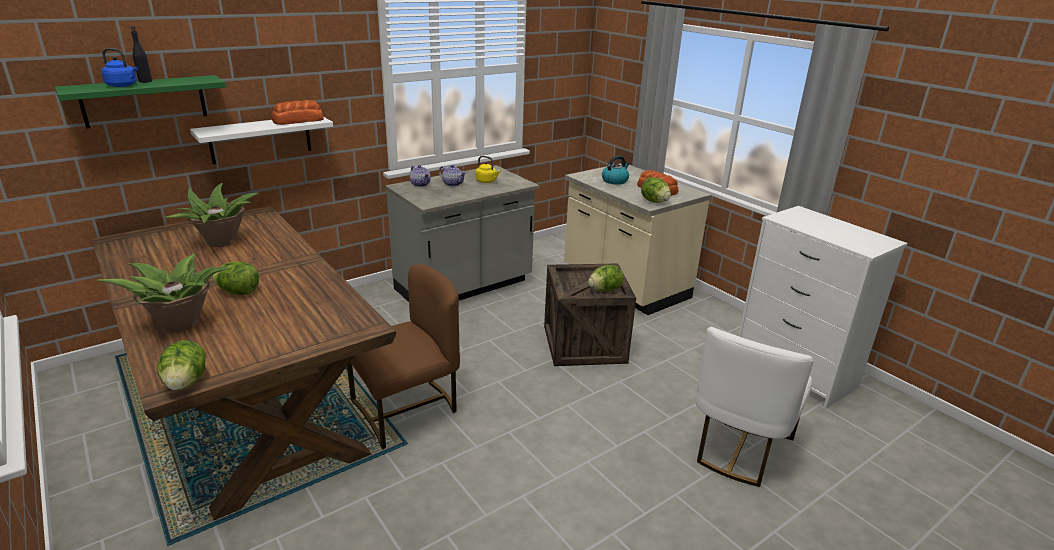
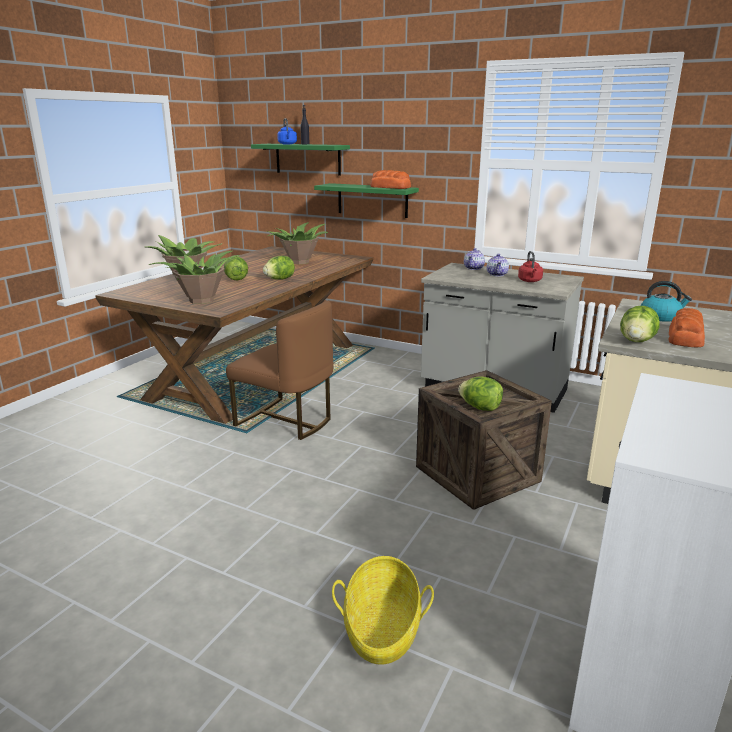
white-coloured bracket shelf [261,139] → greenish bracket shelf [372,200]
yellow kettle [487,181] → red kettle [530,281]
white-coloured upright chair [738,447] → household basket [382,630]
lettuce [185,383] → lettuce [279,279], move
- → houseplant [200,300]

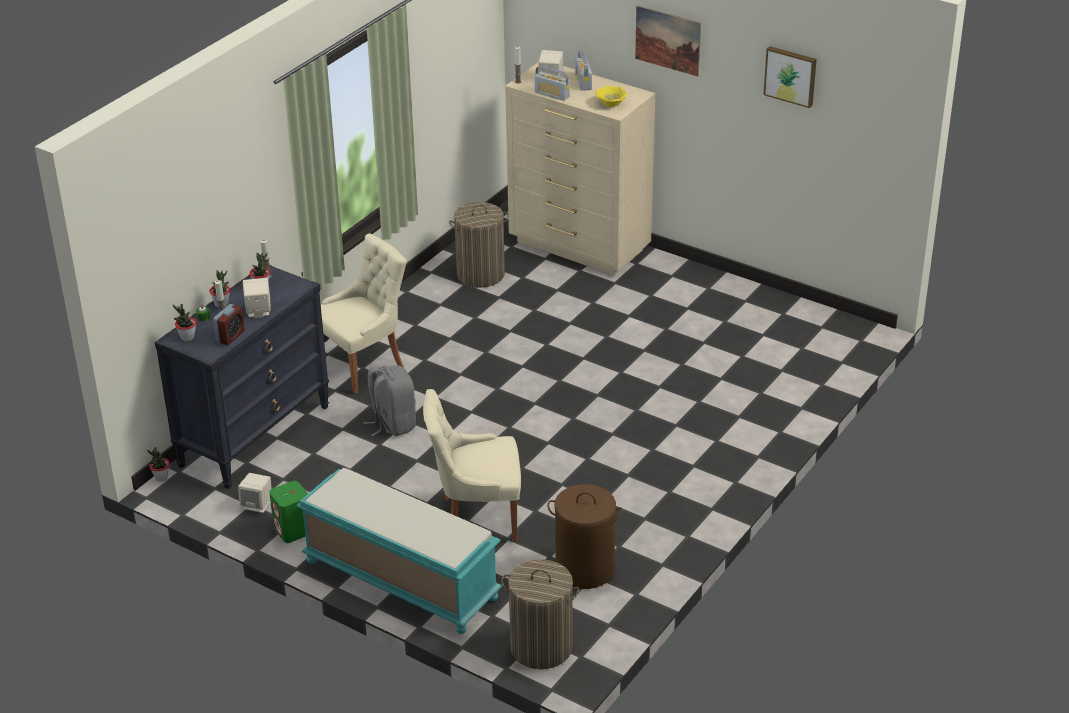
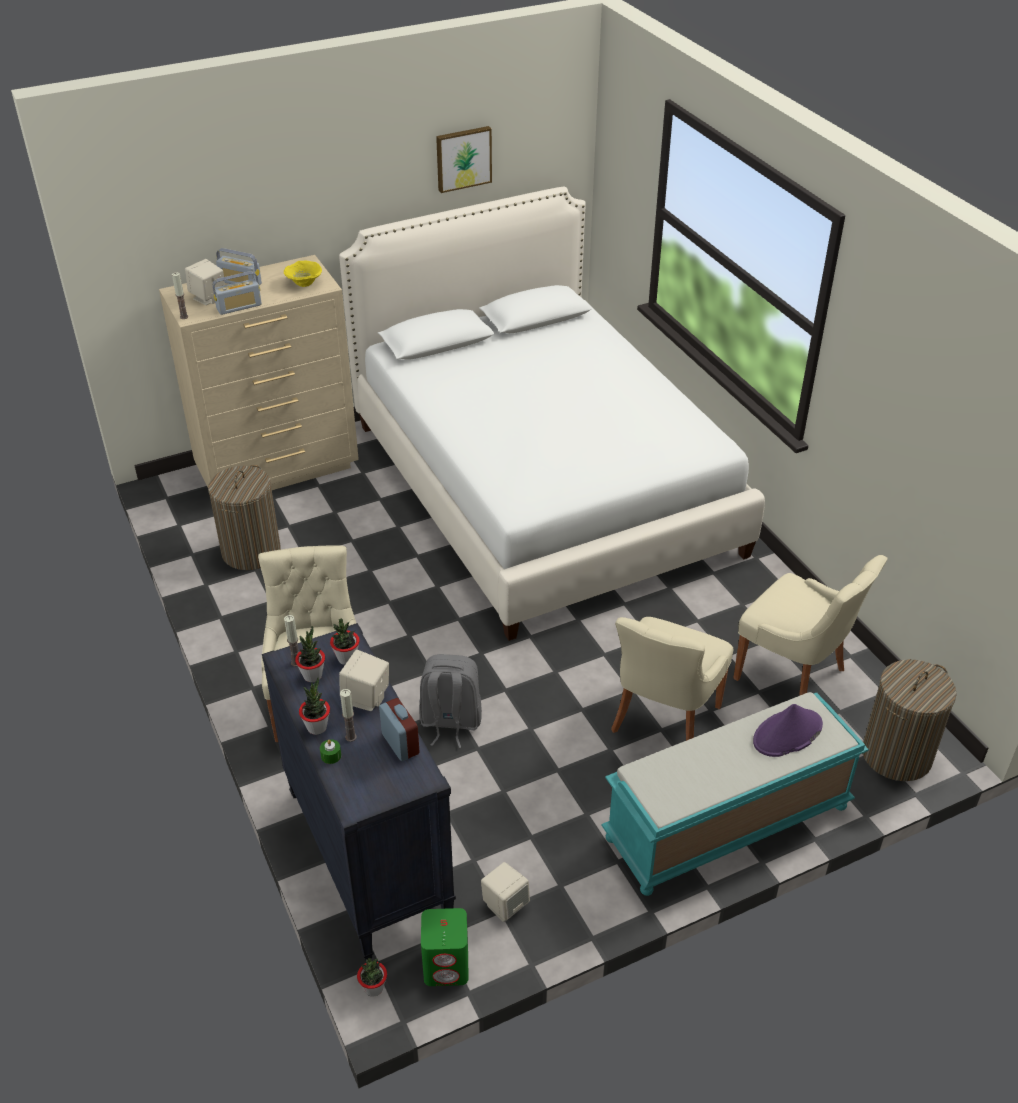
wall art [668,40] → -
houseplant [187,337] → houseplant [346,658], move
greenish loudspeaker [293,530] → greenish loudspeaker [447,966], move
brown hamper [584,569] → sand-coloured upright chair [793,675]
- → white-coloured sleeping bed [543,487]
- → purple-coloured hat [787,734]

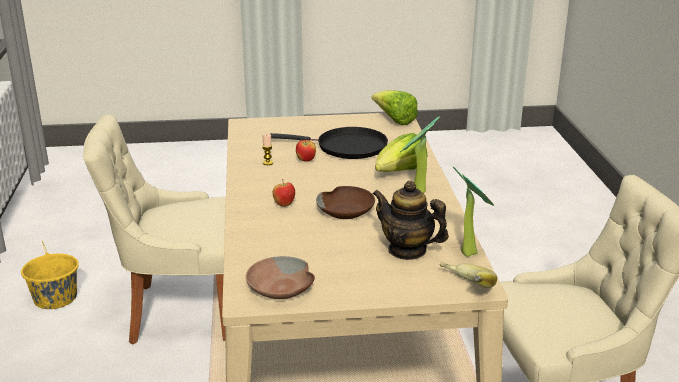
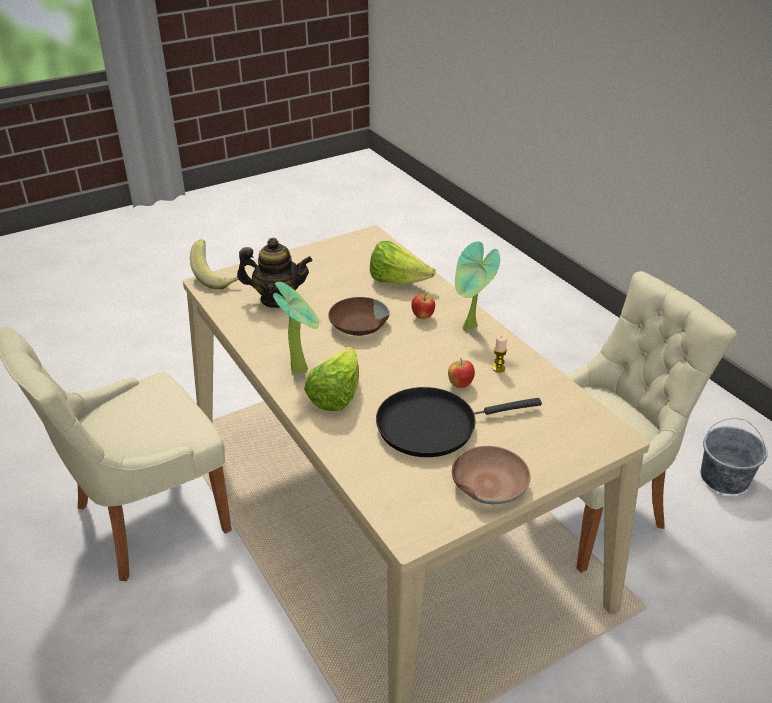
lettuce [394,120] → lettuce [398,281], move
houseplant [469,251] → houseplant [470,329], move
yellow bucket [55,298] → gray bucket [724,477]
brown bowl [280,289] → brown bowl [488,484], move

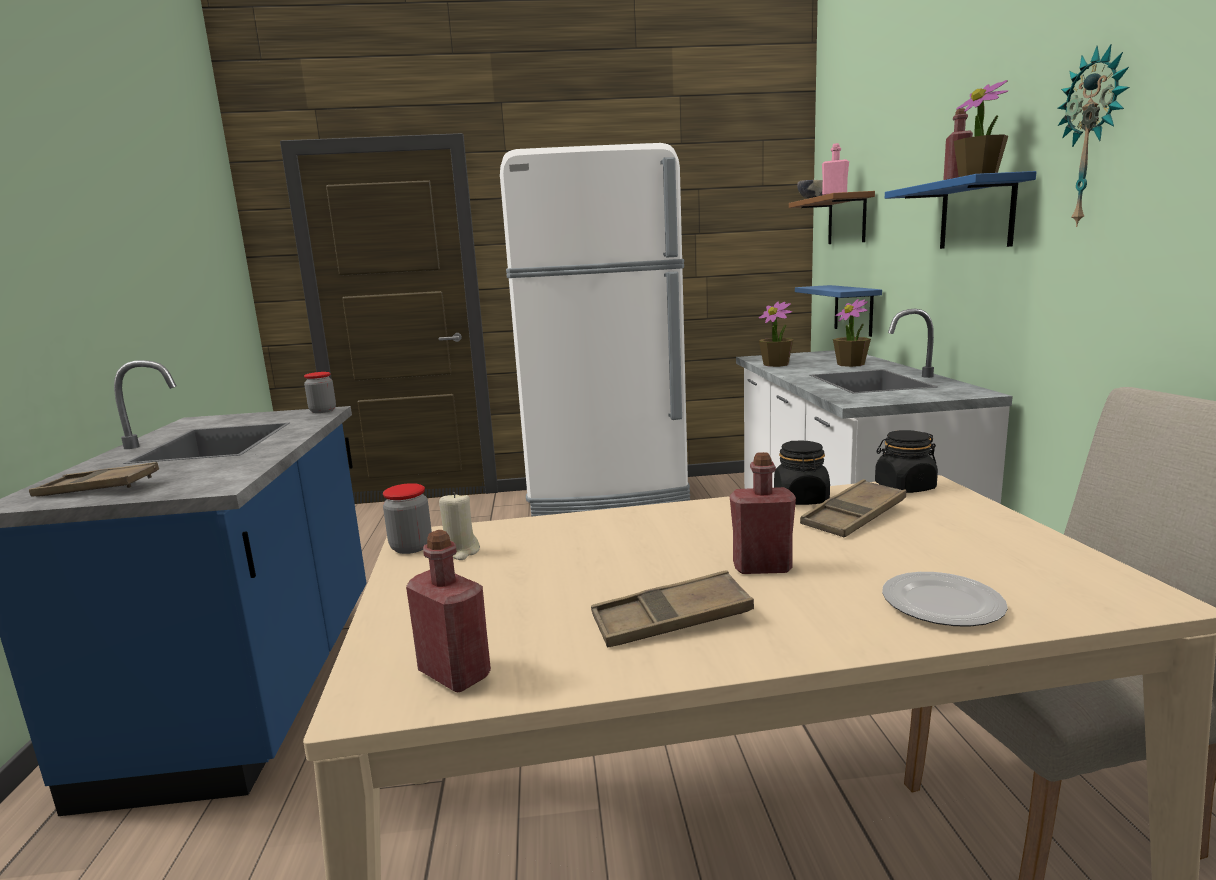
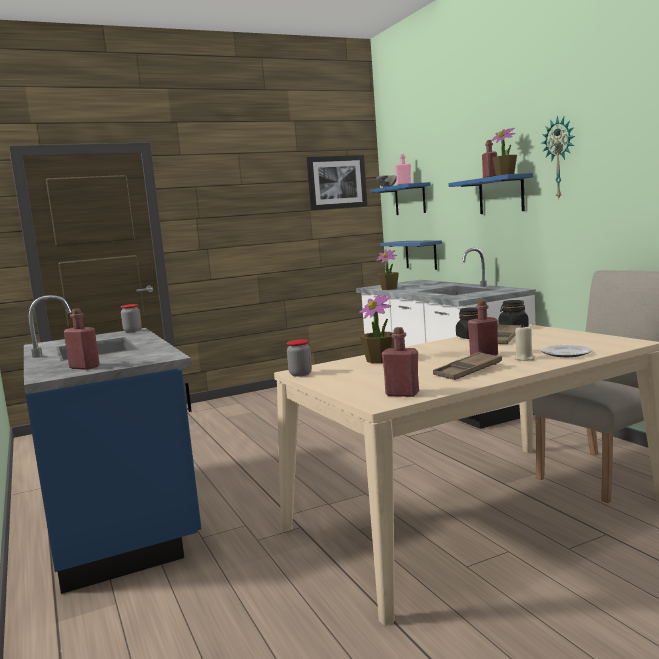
white-coloured kitchen fridge [607,502] → -
brown bracket shelf [847,220] → blue-coloured bracket shelf [410,199]
houseplant [851,364] → houseplant [380,360], move
brown tray [97,488] → red beverage bottle [84,367]
sand-coloured wax candle [460,552] → sand-coloured wax candle [524,358], move
- → wall art [336,182]

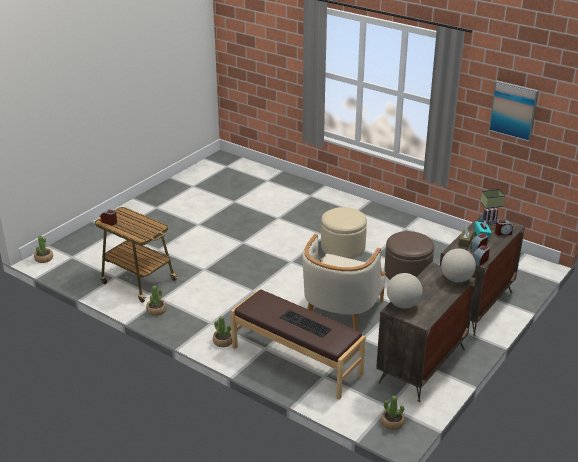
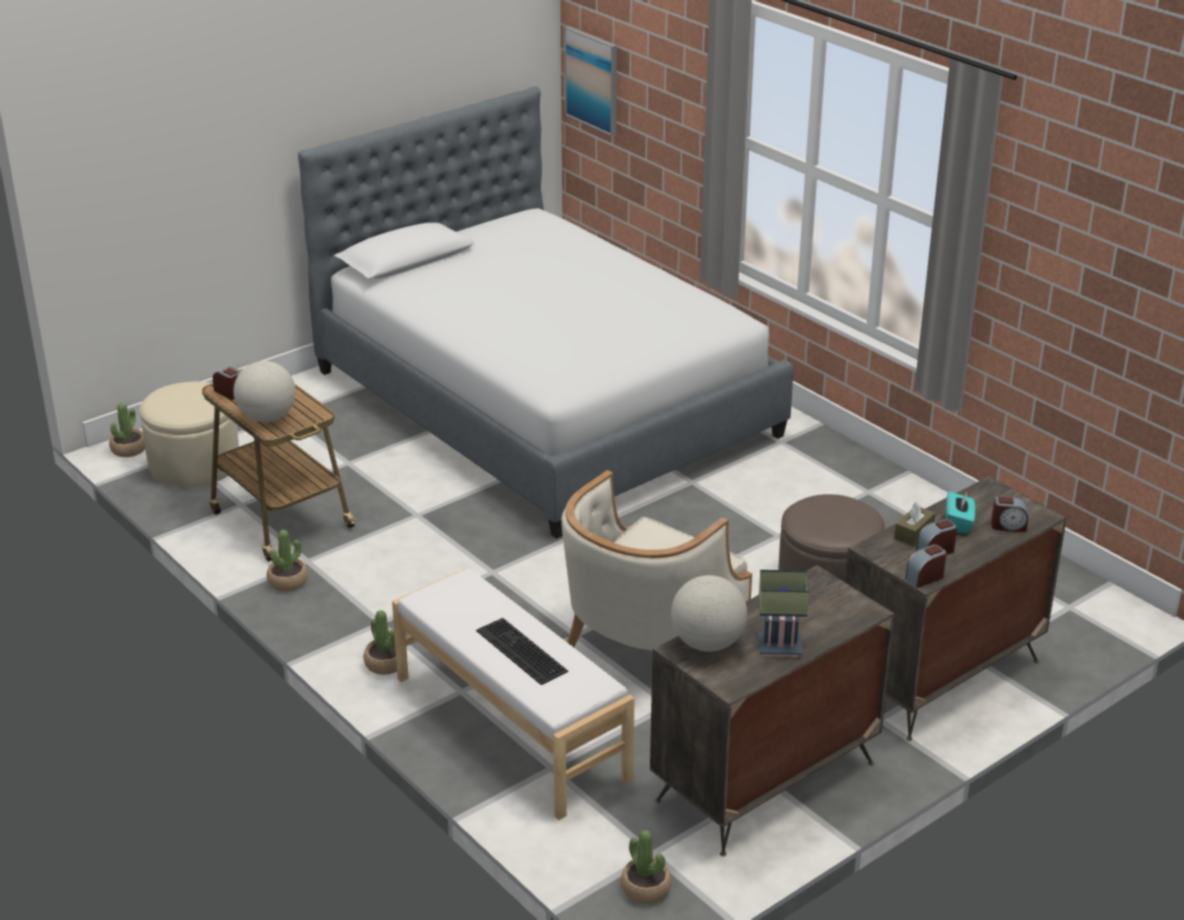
wall art [513,110] → wall art [592,80], move
lamp for a table [489,222] → lamp for a table [778,648], move
sand-coloured pouffe [343,247] → sand-coloured pouffe [194,463], move
desk globe [456,279] → desk globe [267,417], move
brown indoor bench [296,361] → white-coloured indoor bench [509,728]
- → sleeping bed [545,403]

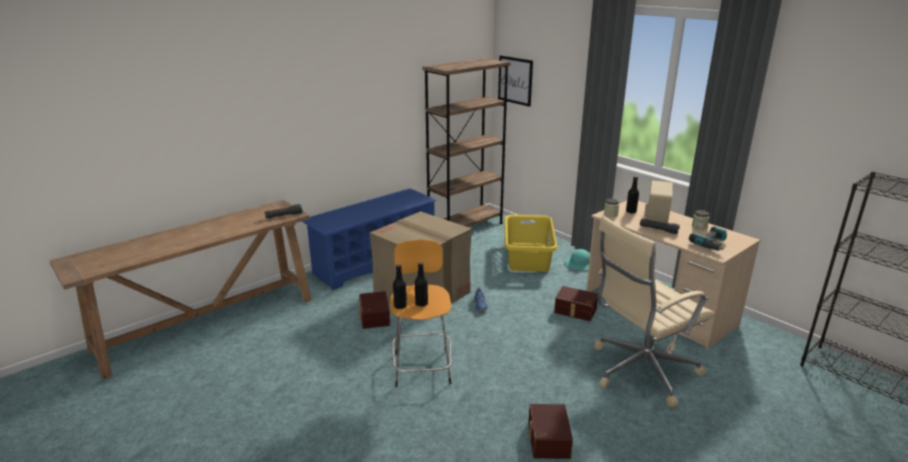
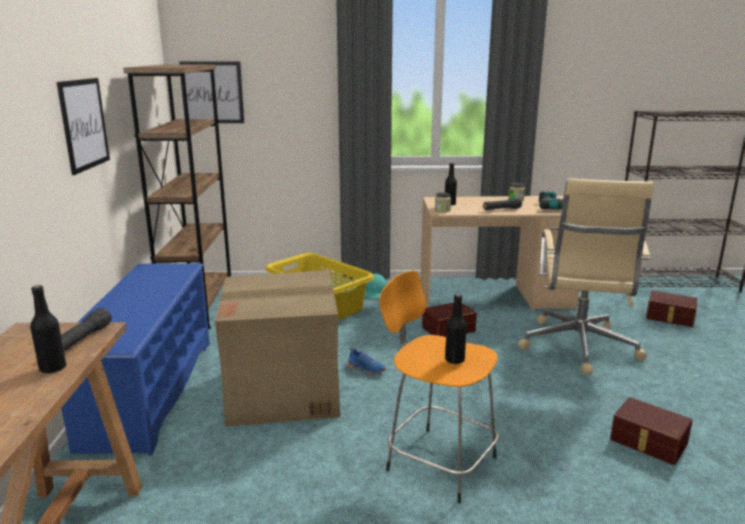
radio [656,217] → -
black-coloured beverage bottle [400,306] → black-coloured beverage bottle [53,368], move
brown storage bin [373,317] → brown storage bin [670,317], move
- → wall art [84,124]

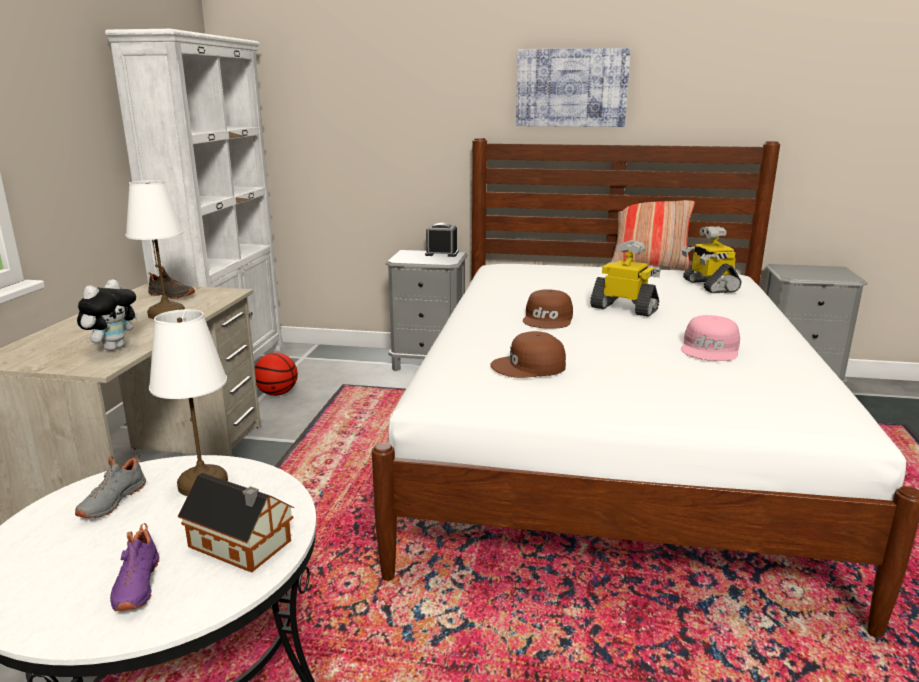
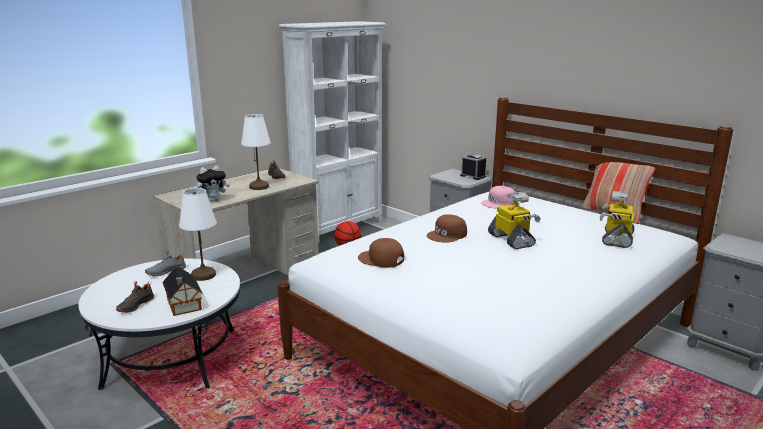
wall art [571,88] → -
pink baseball cap [711,349] → pink baseball cap [499,203], move
purple-coloured low shoe [135,585] → black-coloured low shoe [135,305]

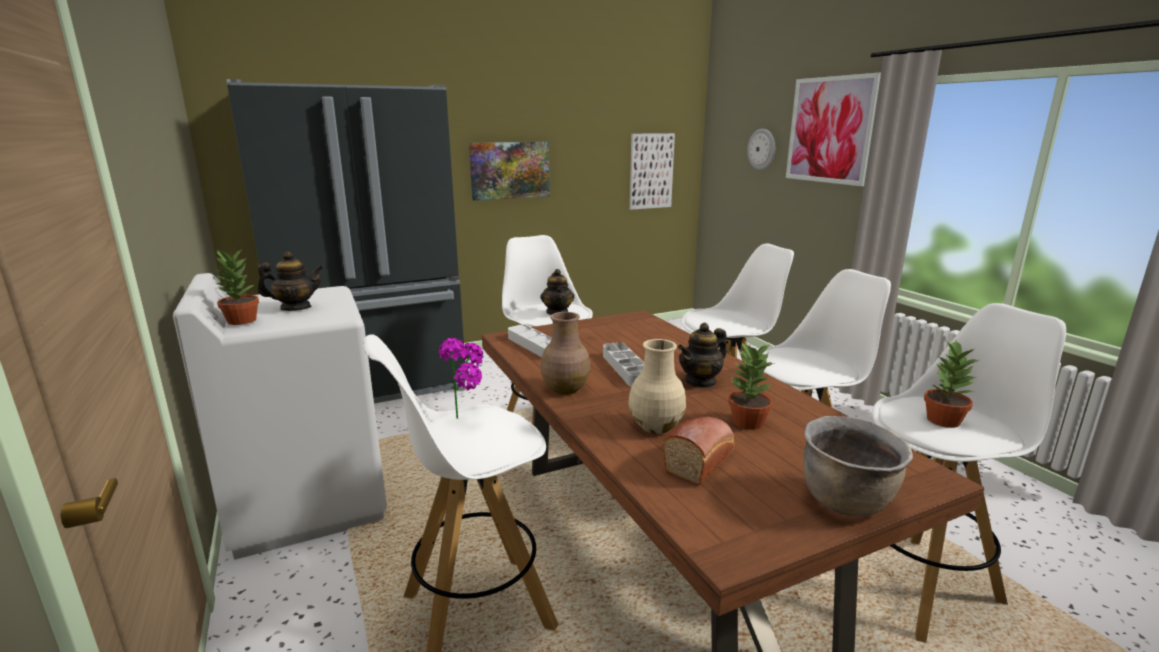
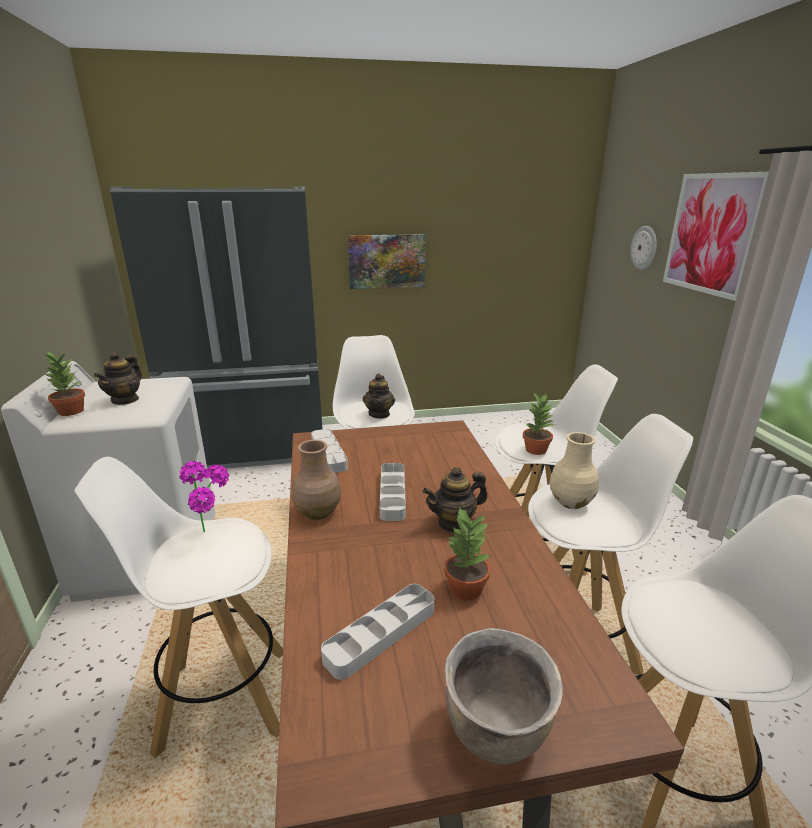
wall art [651,171] → -
pot for tea [295,308] → pot for tea [125,400], 105 degrees clockwise
sand-coloured decorative vase [655,427] → sand-coloured decorative vase [570,502], move
houseplant [942,420] → houseplant [536,449], move
bakery bread [701,460] → gray tray [381,634]

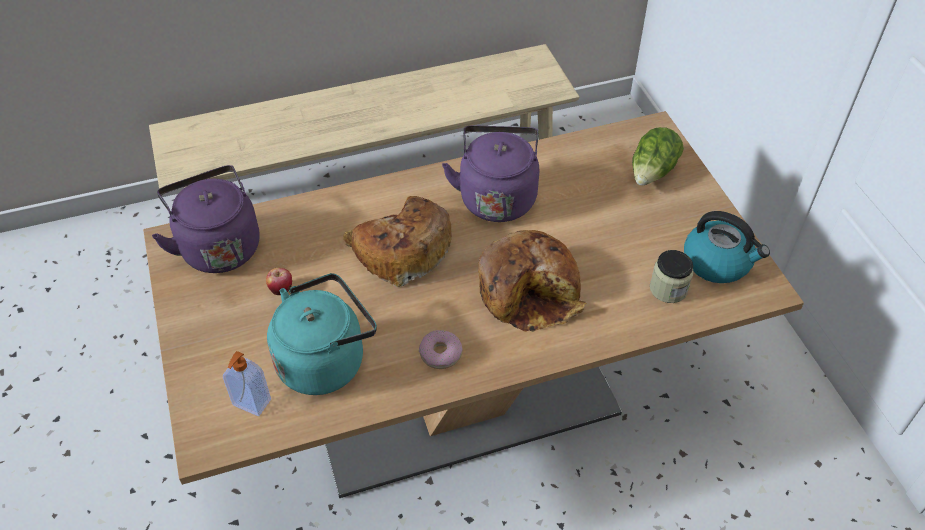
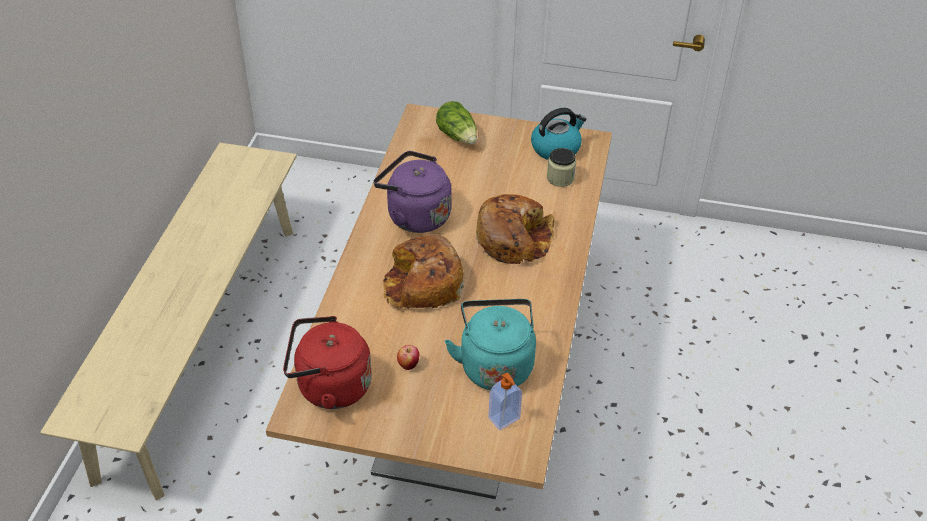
purple-coloured kettle [218,246] → red kettle [329,387]
doughnut [440,353] → -

